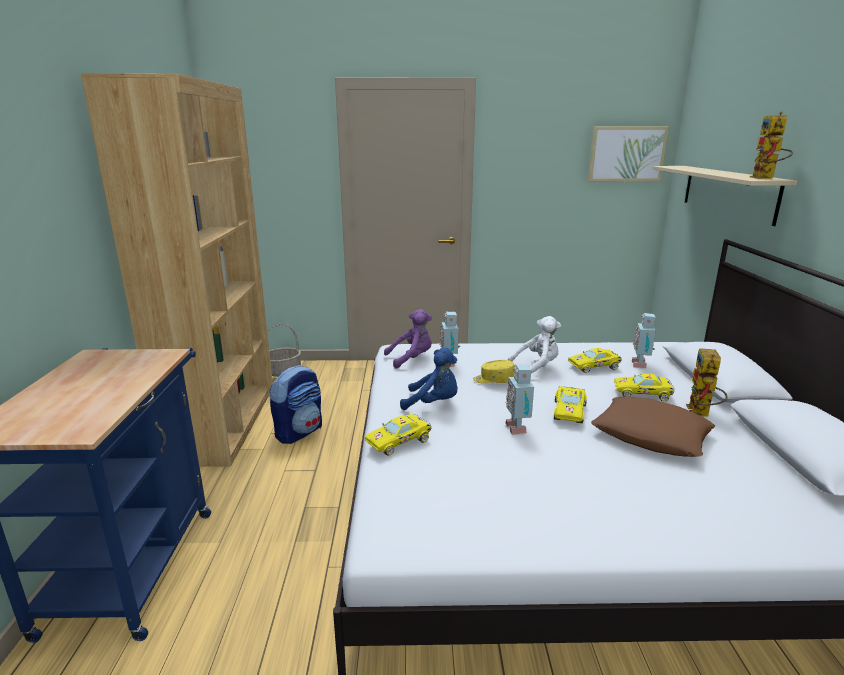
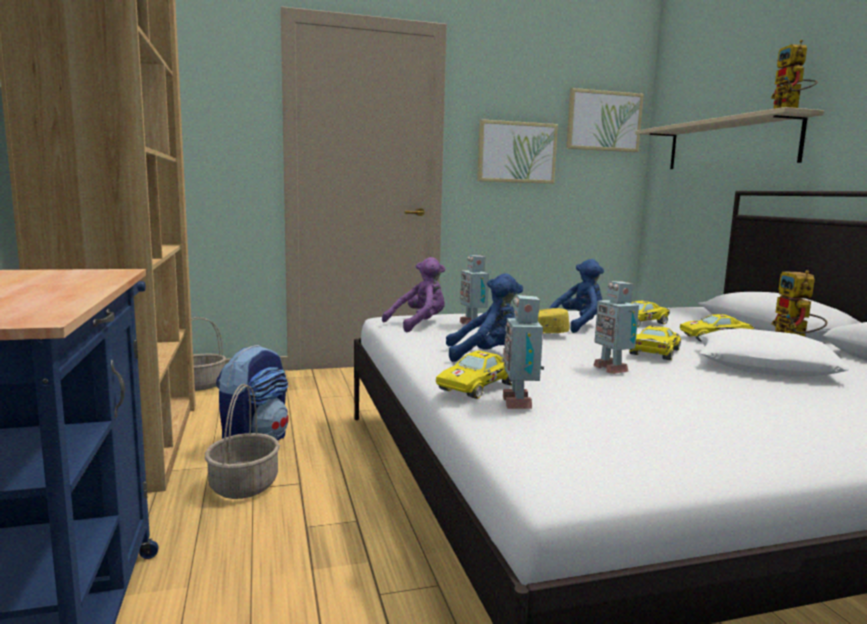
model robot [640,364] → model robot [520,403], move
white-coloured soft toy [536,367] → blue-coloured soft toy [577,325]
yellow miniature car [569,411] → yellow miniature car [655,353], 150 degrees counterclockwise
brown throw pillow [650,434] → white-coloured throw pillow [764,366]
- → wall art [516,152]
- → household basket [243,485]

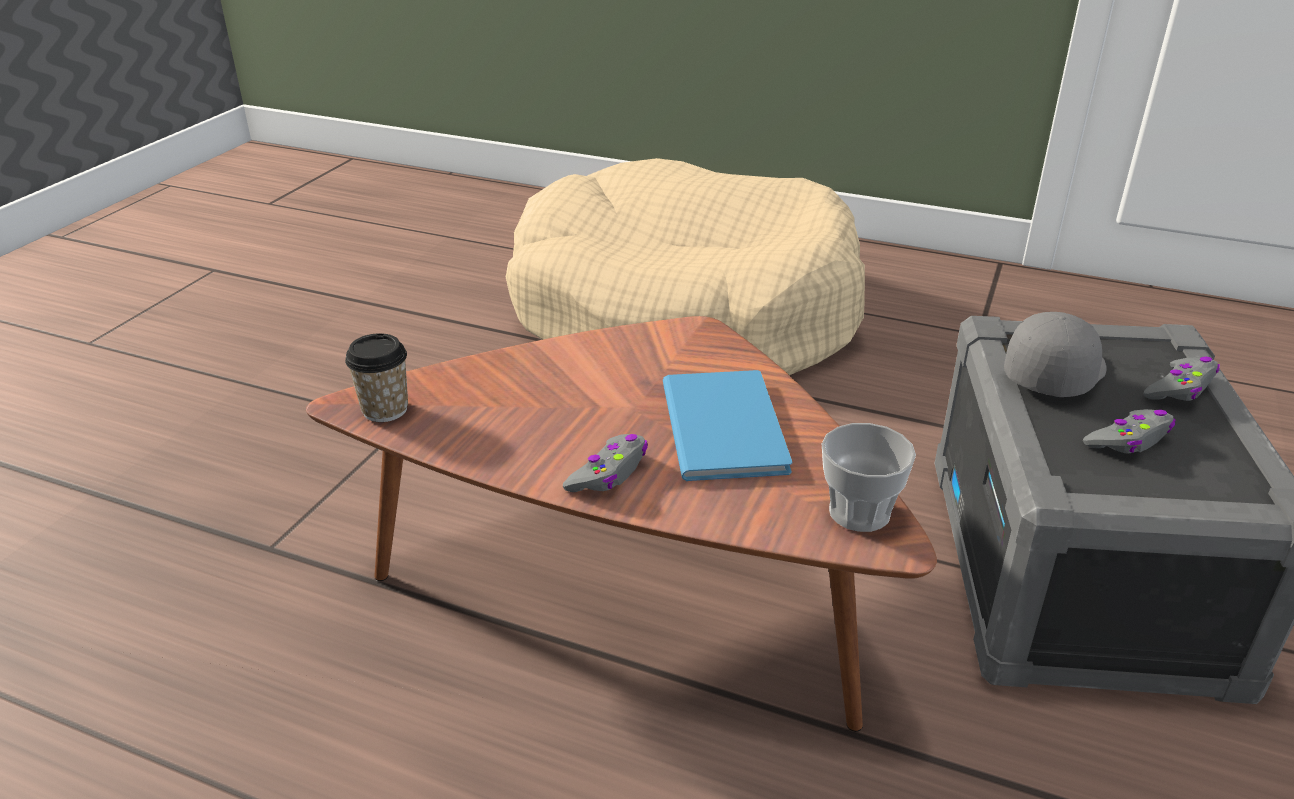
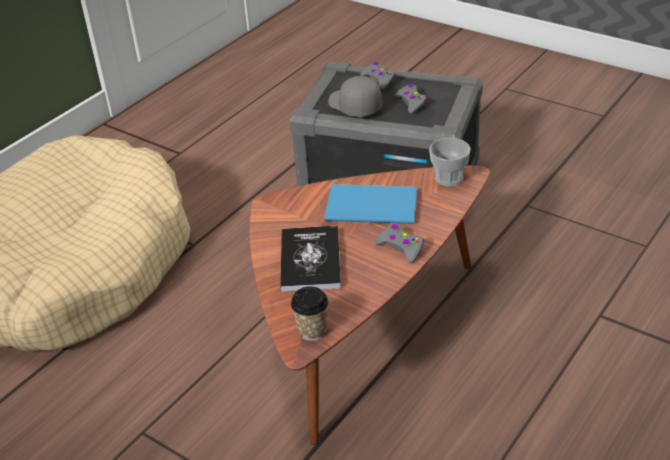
- → book [310,260]

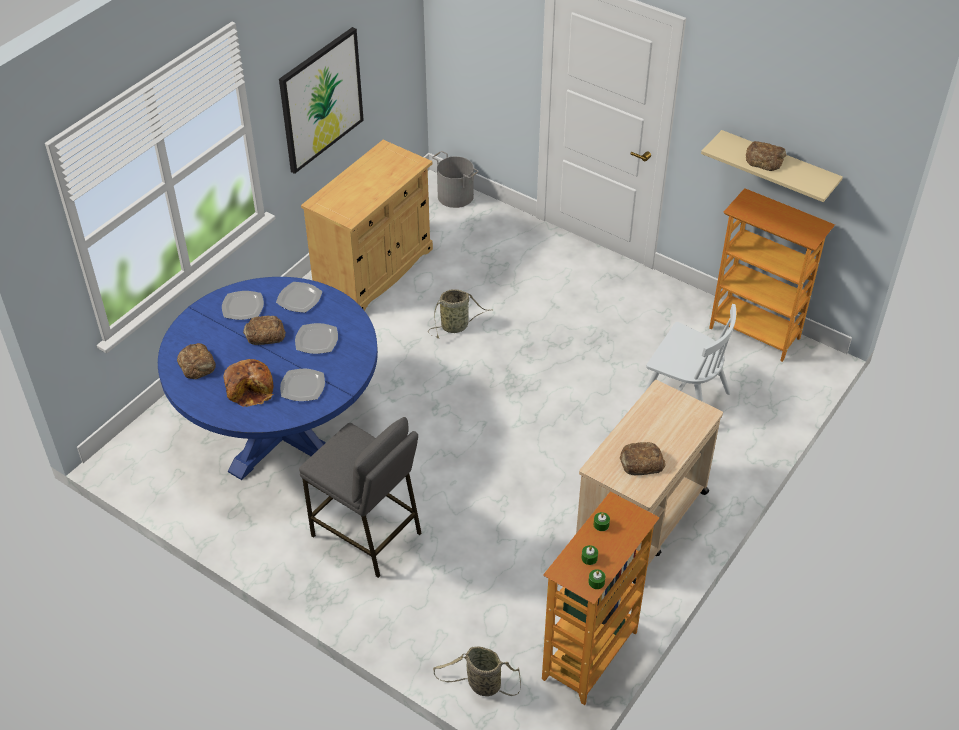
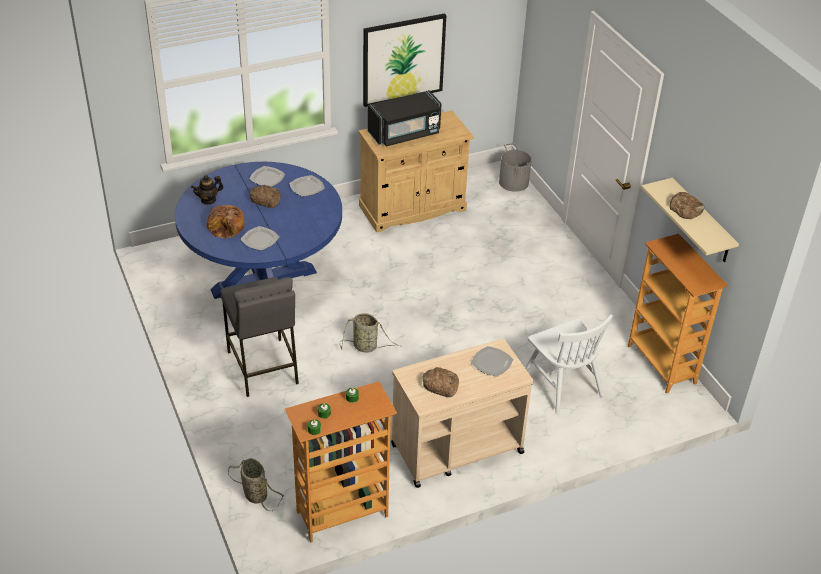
household basket [456,326] → household basket [367,347], move
dinner plate [316,340] → dinner plate [491,363], move
bakery bread [197,364] → pot for tea [208,200]
- → black-coloured microwave [404,134]

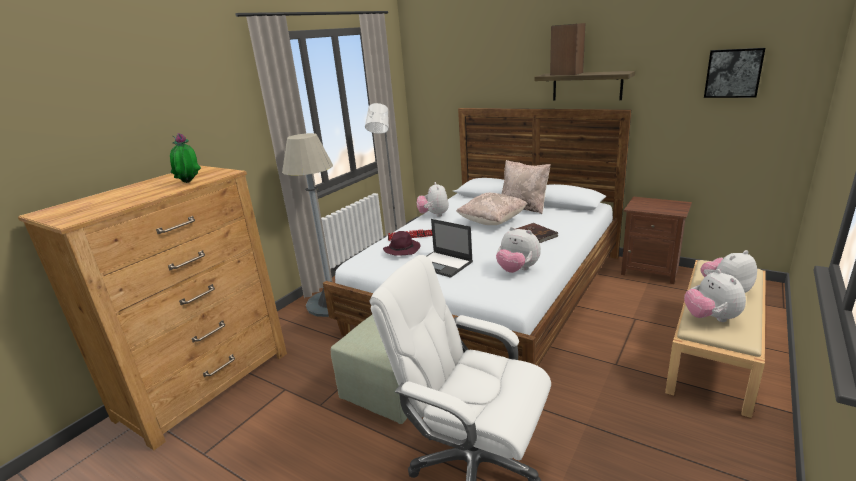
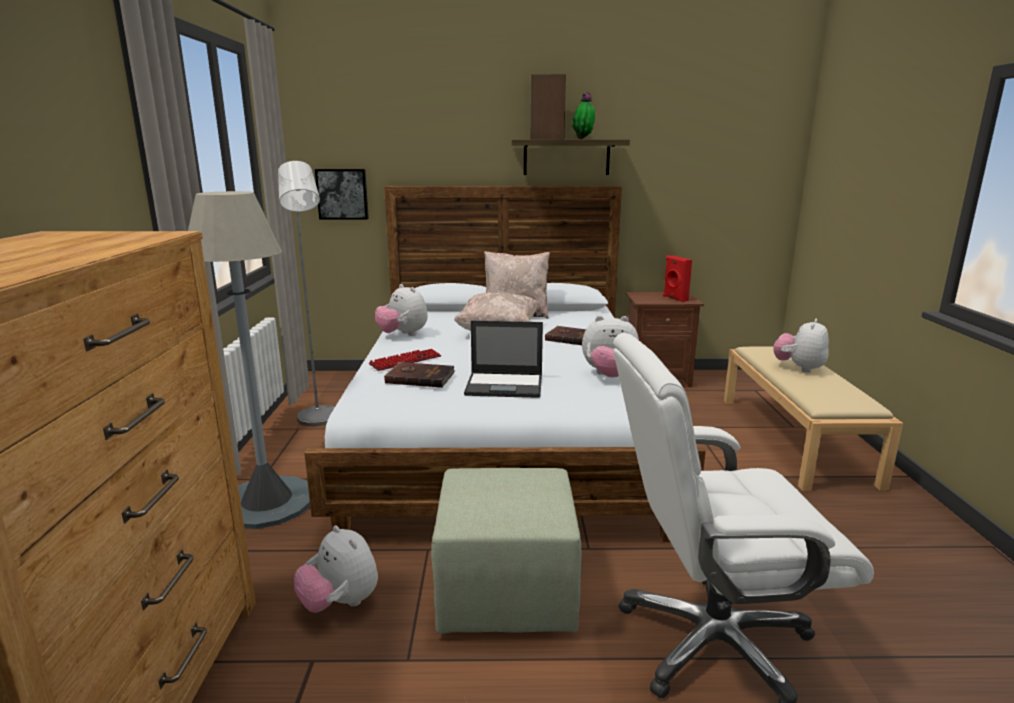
wall art [733,73] → wall art [342,194], move
houseplant [189,183] → houseplant [583,139], move
purple-coloured hat [402,249] → brown book [420,377]
soft toy [711,318] → soft toy [340,603], move
- → red loudspeaker [674,298]

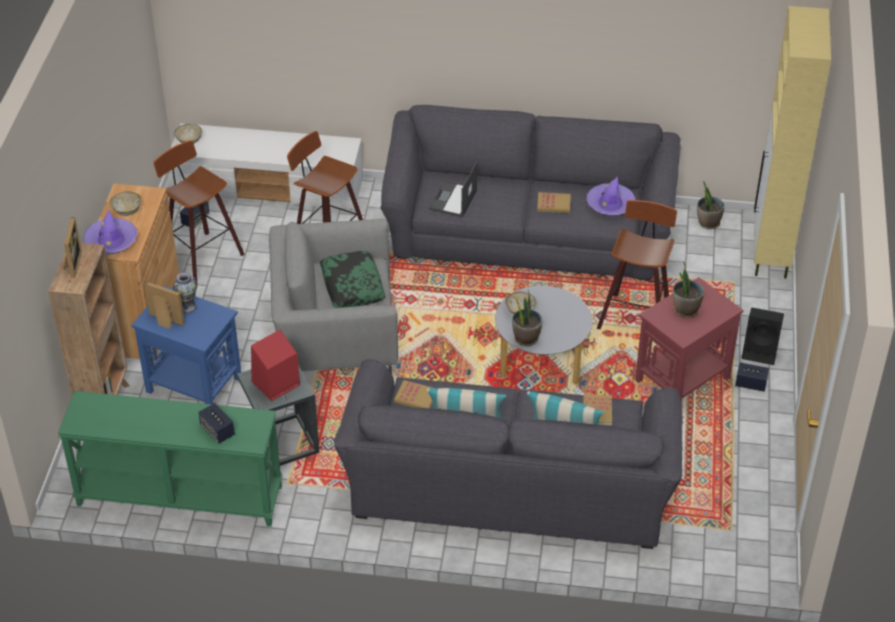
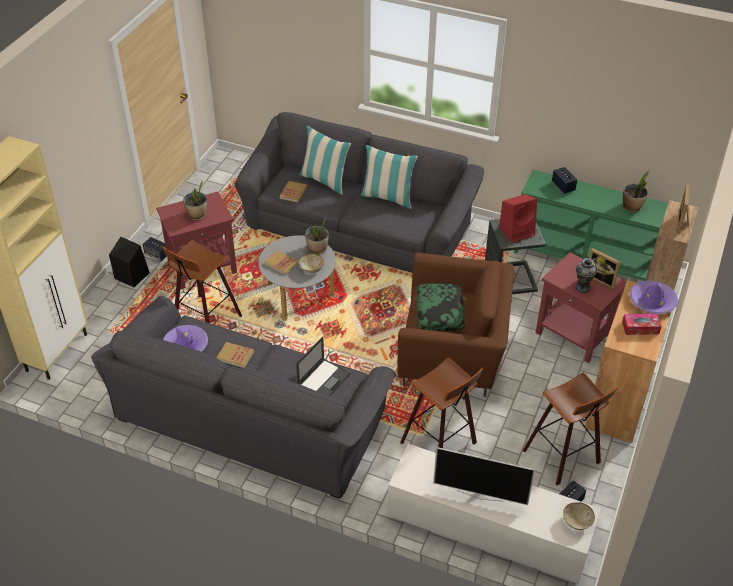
houseplant [708,223] → houseplant [632,207], move
bowl [127,211] → tissue box [640,328]
gray armchair [335,335] → brown armchair [453,353]
blue-coloured side table [194,384] → red side table [573,335]
book [416,397] → book [281,263], move
- → TV [480,495]

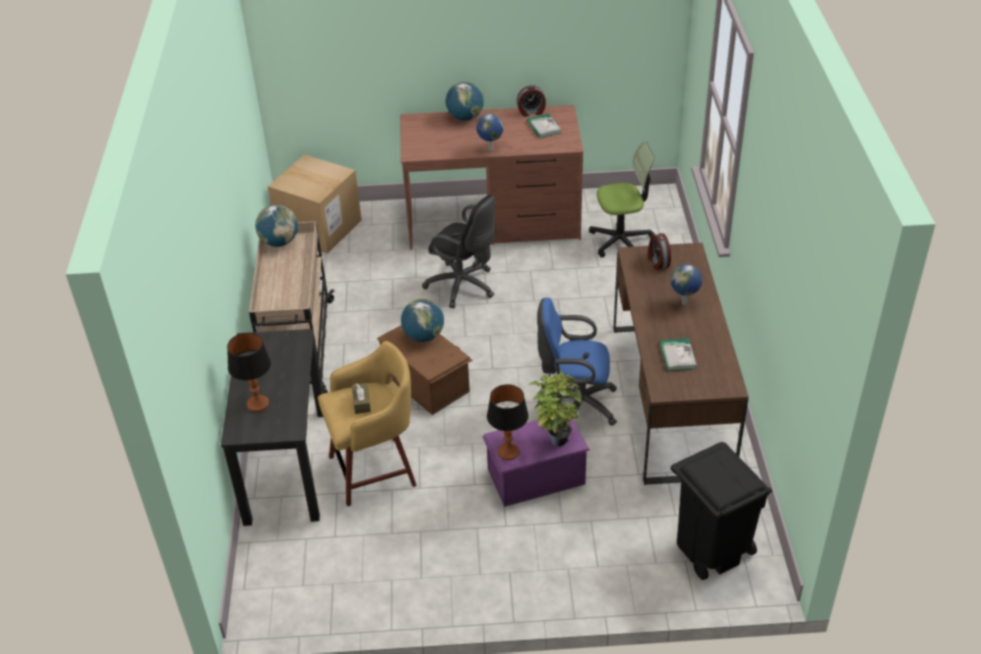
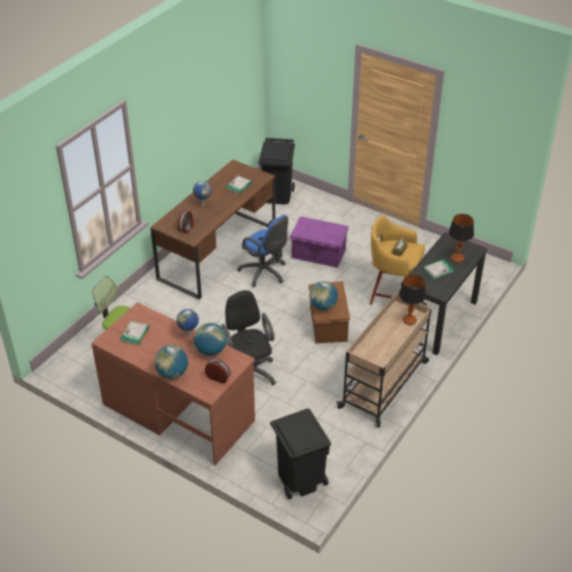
bedside clock [531,112] → bedside clock [218,377], move
cardboard box [319,228] → black-coloured waste bin [300,479]
desk globe [279,242] → desk globe [211,350], move
houseplant [555,437] → -
lamp for a table [508,452] → lamp for a table [409,320], move
- → book [438,270]

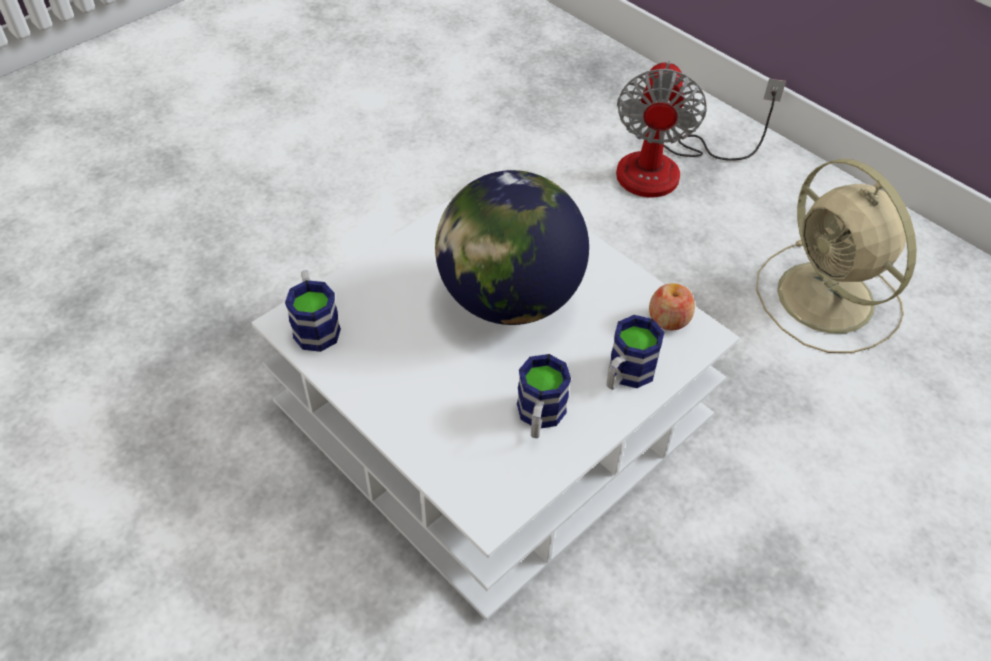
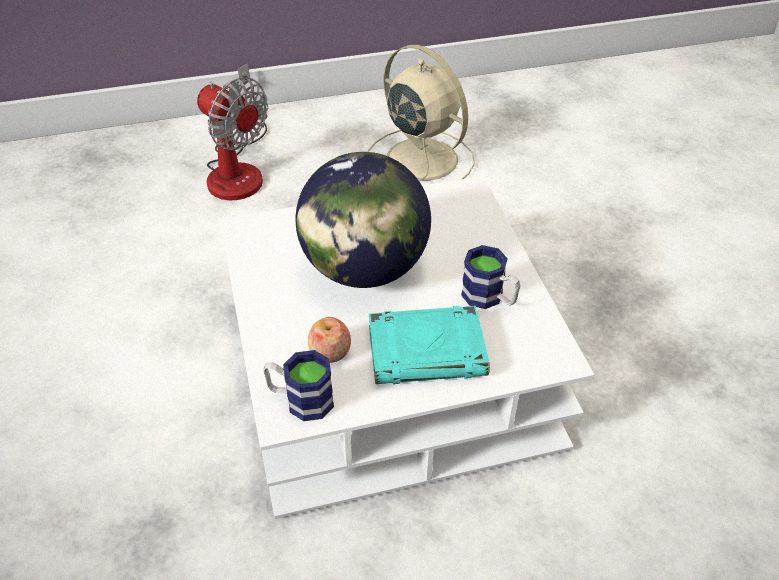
sand-coloured cooling fan [828,300] → sand-coloured cooling fan [419,158], 135 degrees counterclockwise
apple [669,319] → apple [330,351], move
tea mug [625,375] → -
- → turquoise-coloured book [428,351]

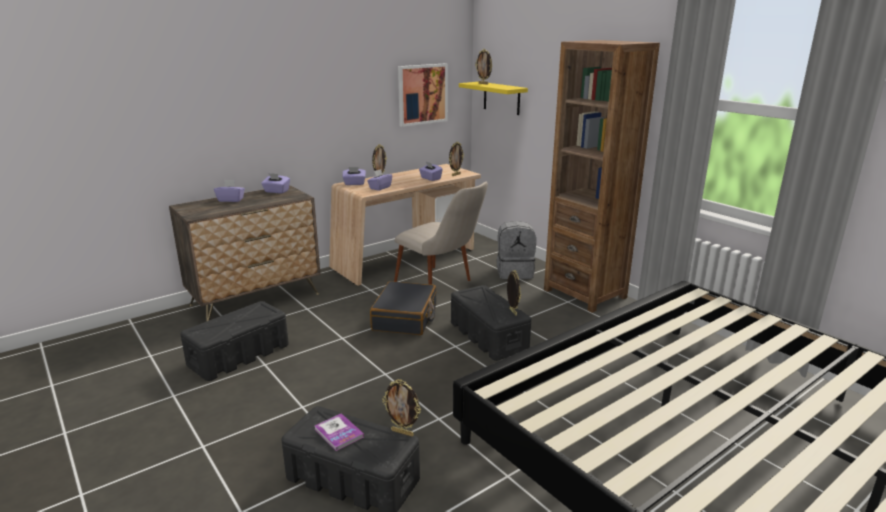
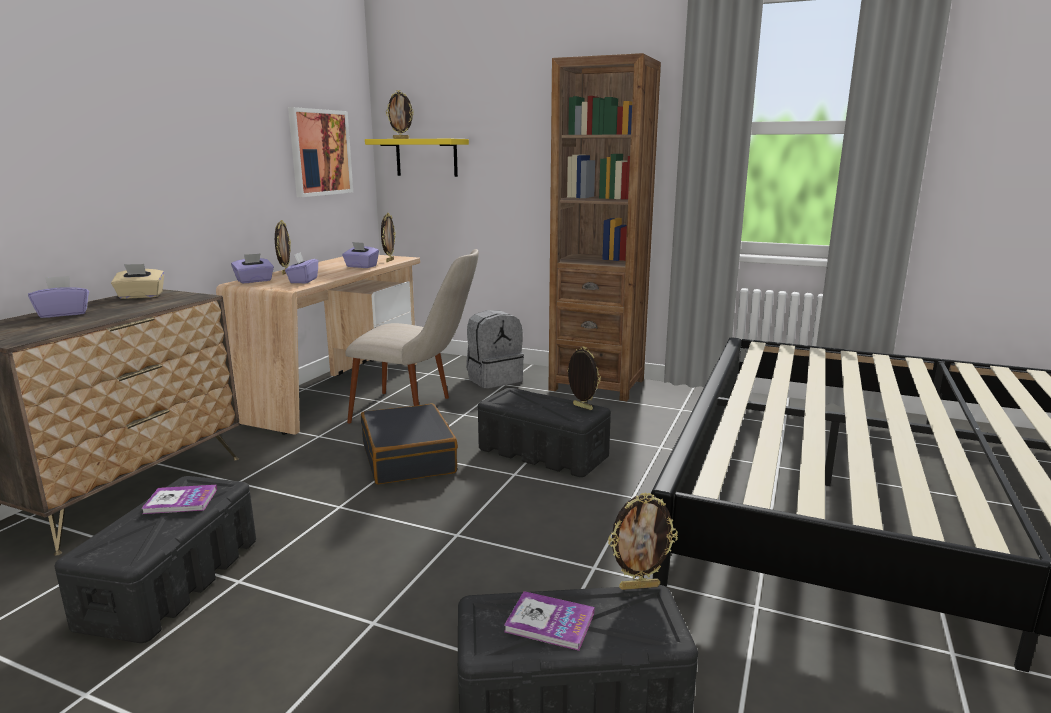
purple-coloured tissue box [276,191] → sand-coloured tissue box [141,296]
- → book [180,501]

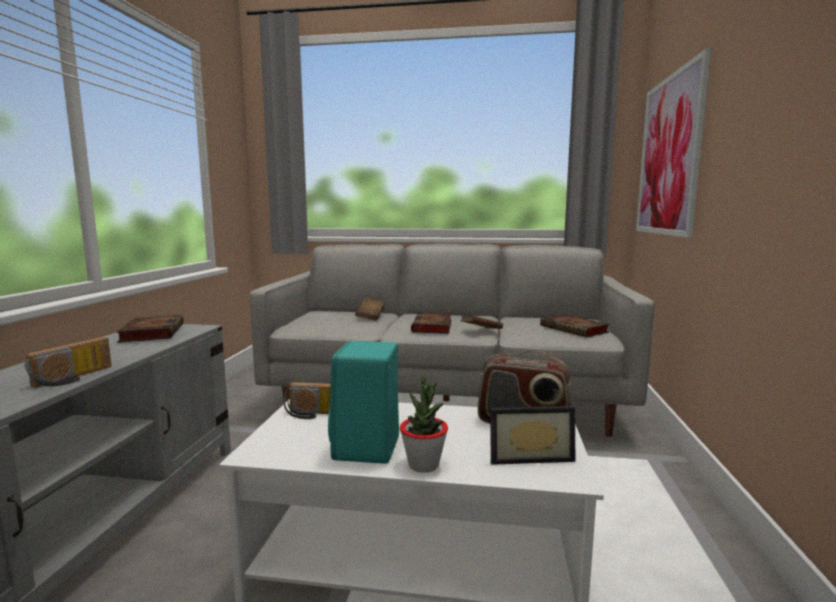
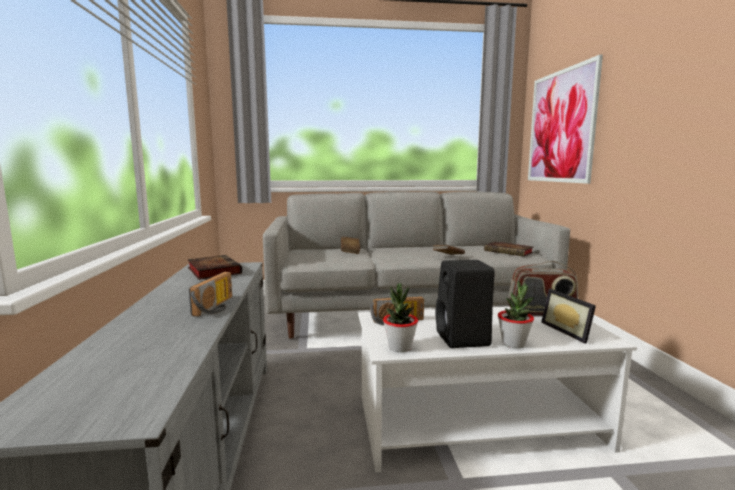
book [432,327] → -
turquoise-coloured loudspeaker [366,449] → black-coloured loudspeaker [463,339]
standing frame [529,456] → standing frame [569,331], 90 degrees clockwise
- → houseplant [400,348]

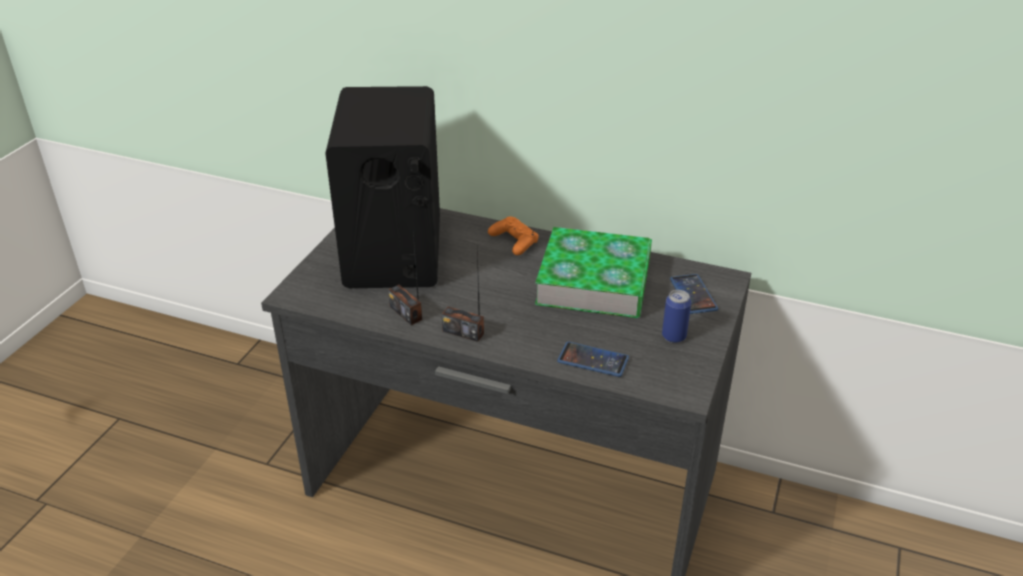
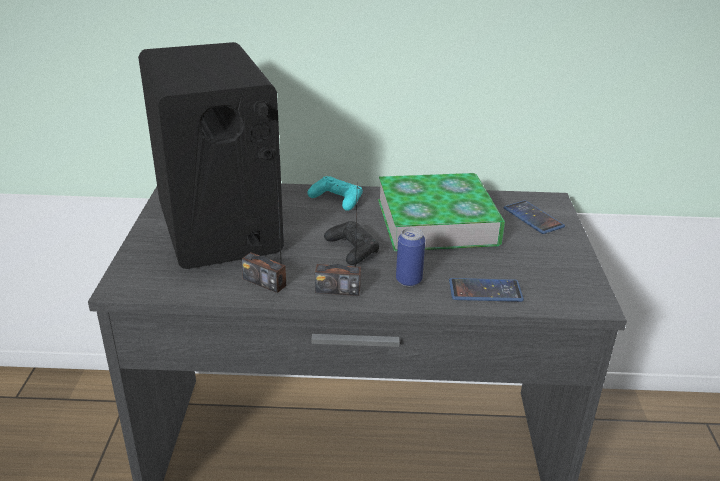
orangey joypad [514,241] → turquoise-coloured joypad [336,199]
sealed can [674,336] → sealed can [408,280], move
- → black-coloured joypad [352,249]

